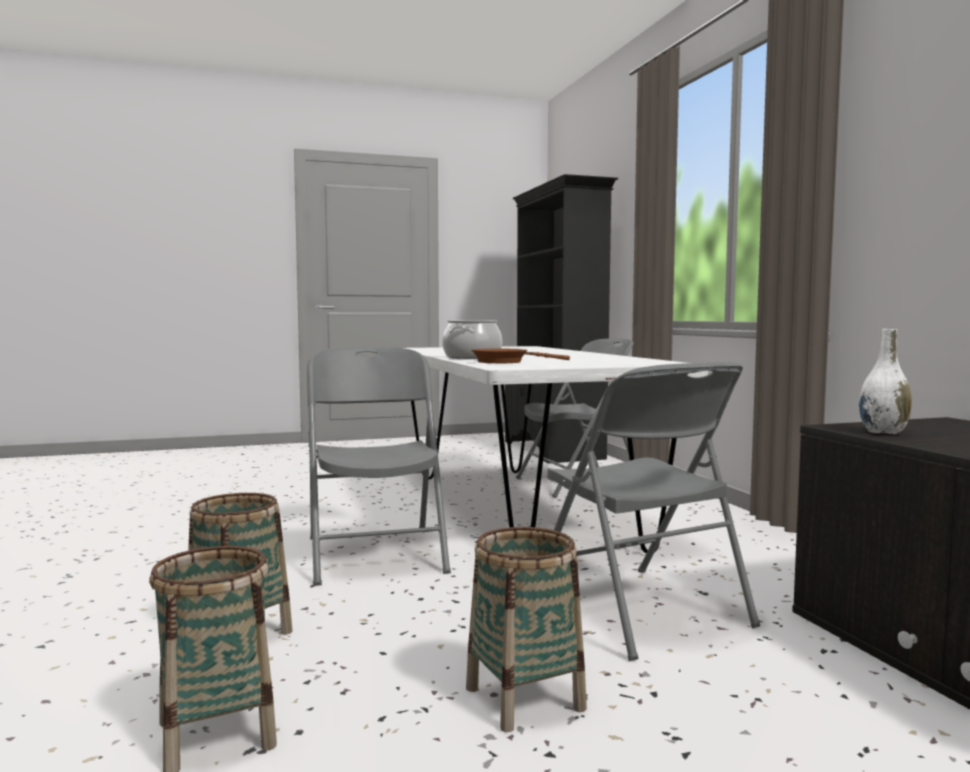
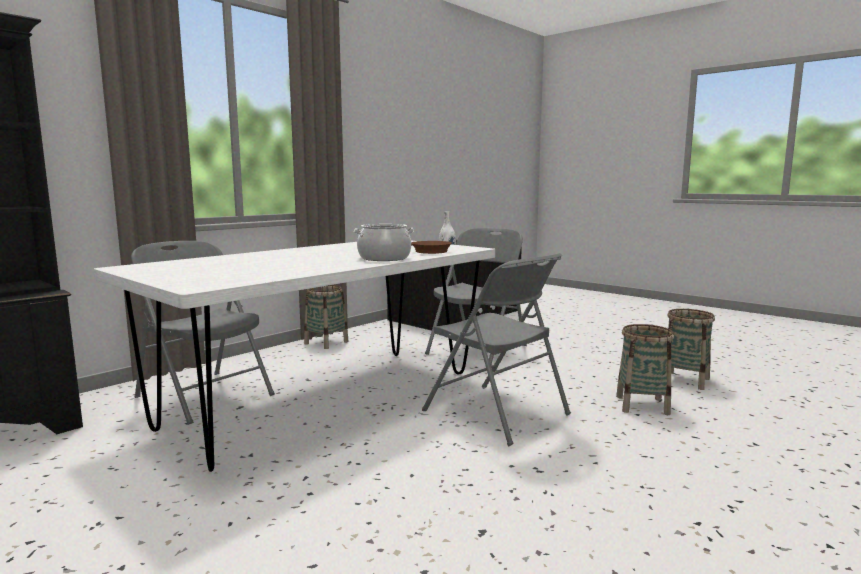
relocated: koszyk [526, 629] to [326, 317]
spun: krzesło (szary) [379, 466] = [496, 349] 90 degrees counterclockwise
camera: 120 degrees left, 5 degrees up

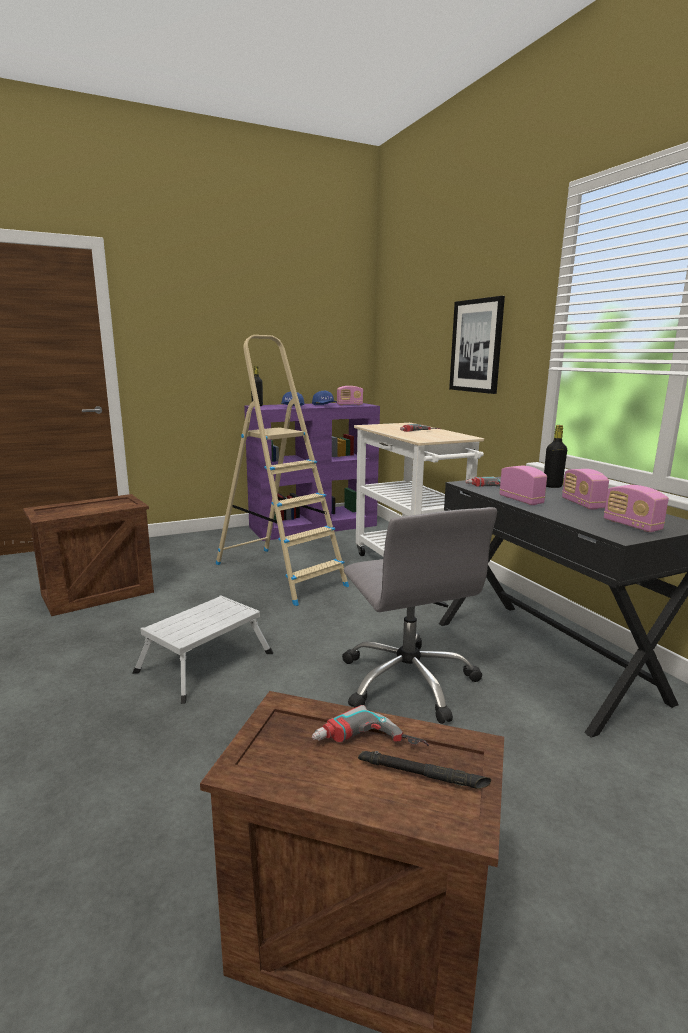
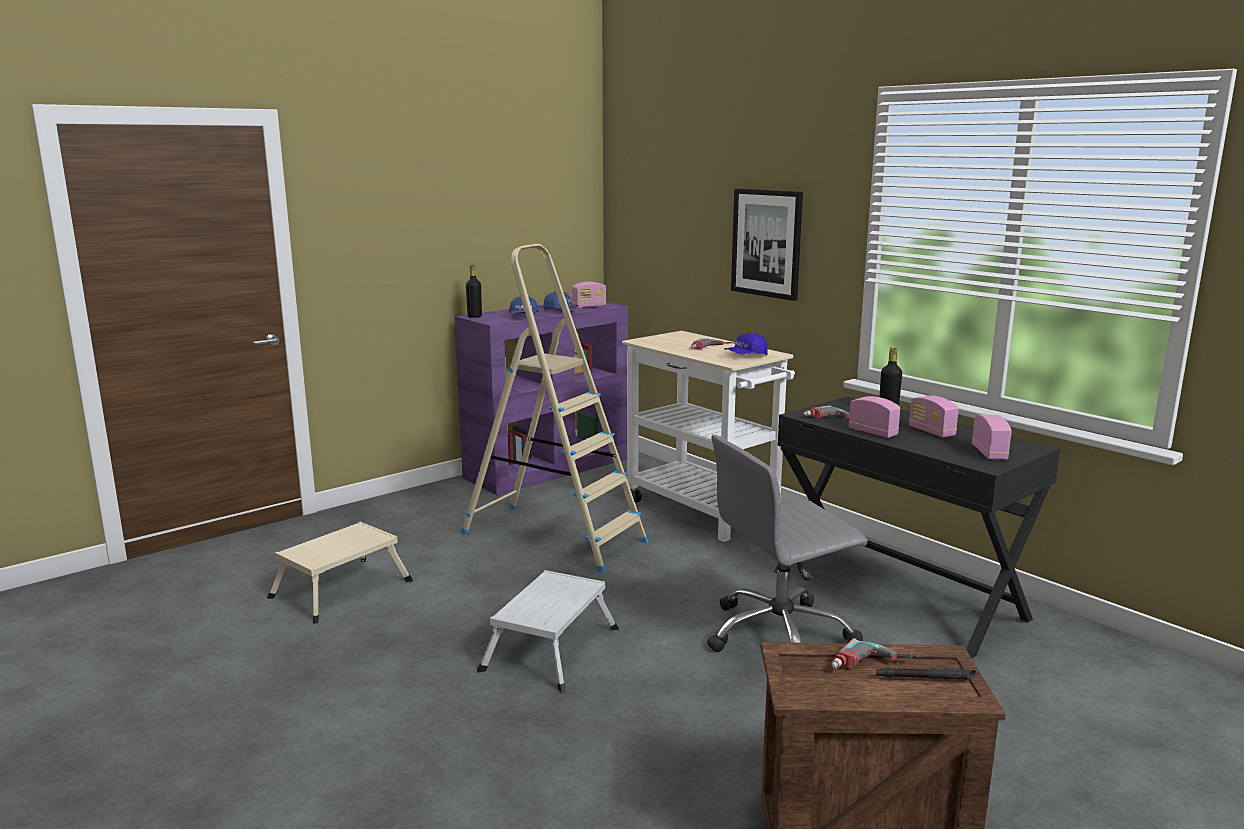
appeared: czapka z daszkiem (niebieski) [746, 344]
exchanged: skrzynka [88, 555] to drabinka (beżowy) [340, 573]
spun: krzesło biurowe (szary) [419, 615] = [787, 543] 105 degrees clockwise; radio [636, 508] = [992, 437] 135 degrees counterclockwise
camera: 15 degrees left, 0 degrees up

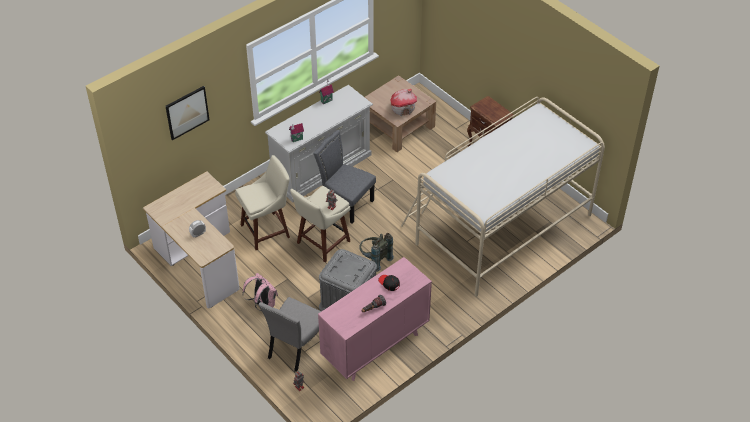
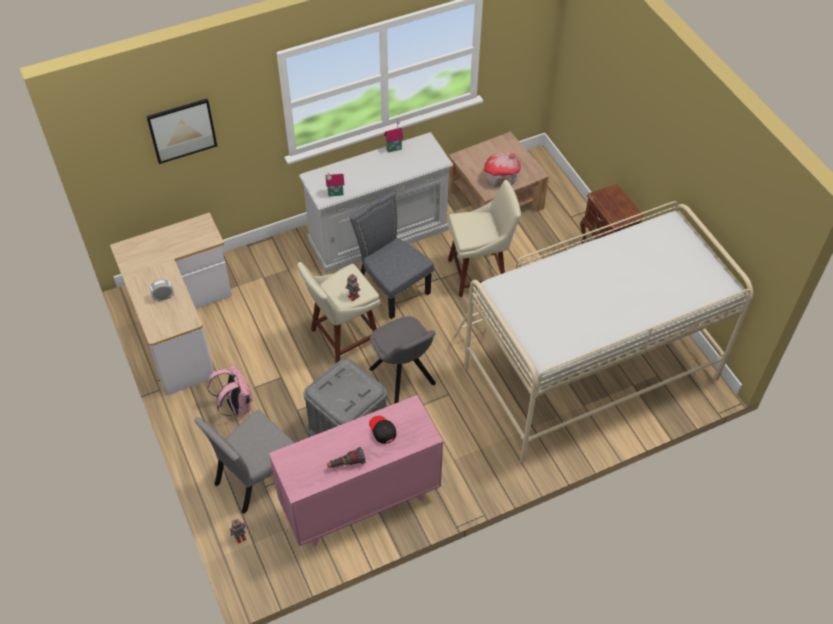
relocated: stołek (beżowy) [262, 202] to [484, 238]
exchanged: plecak (szary) [376, 252] to krzesło (szary) [402, 360]
camera: 15 degrees right, 5 degrees up

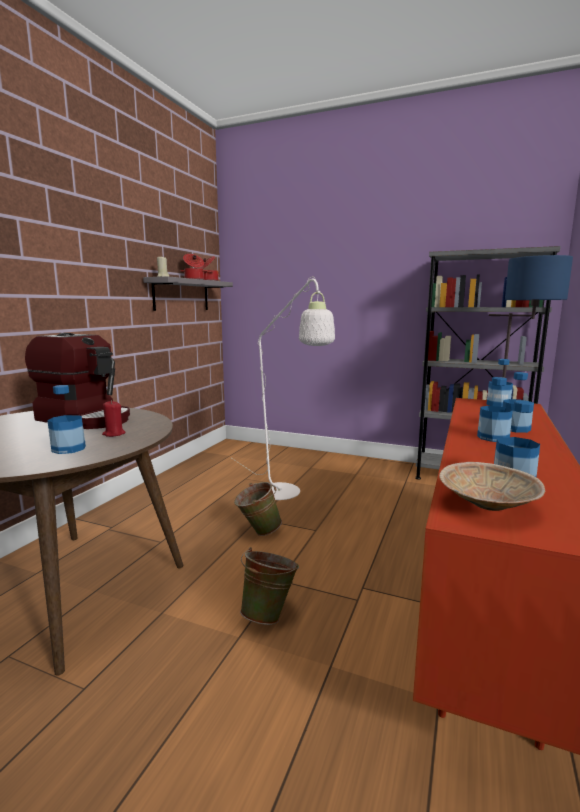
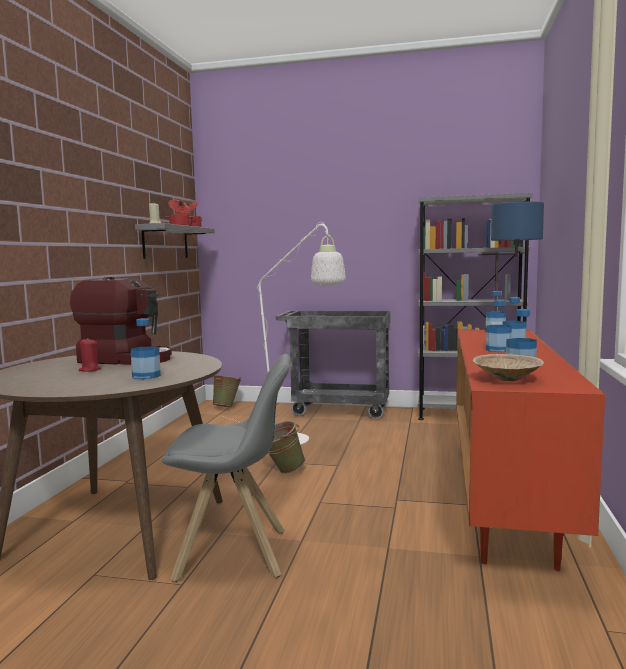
appeared: krzesło (szary) [226, 468]; wózek (szary) [333, 365]
relocated: świeca (czerwony) [114, 418] to [90, 355]; wiadro (zielony) [269, 586] to [227, 391]
camera: 10 degrees left, 5 degrees down

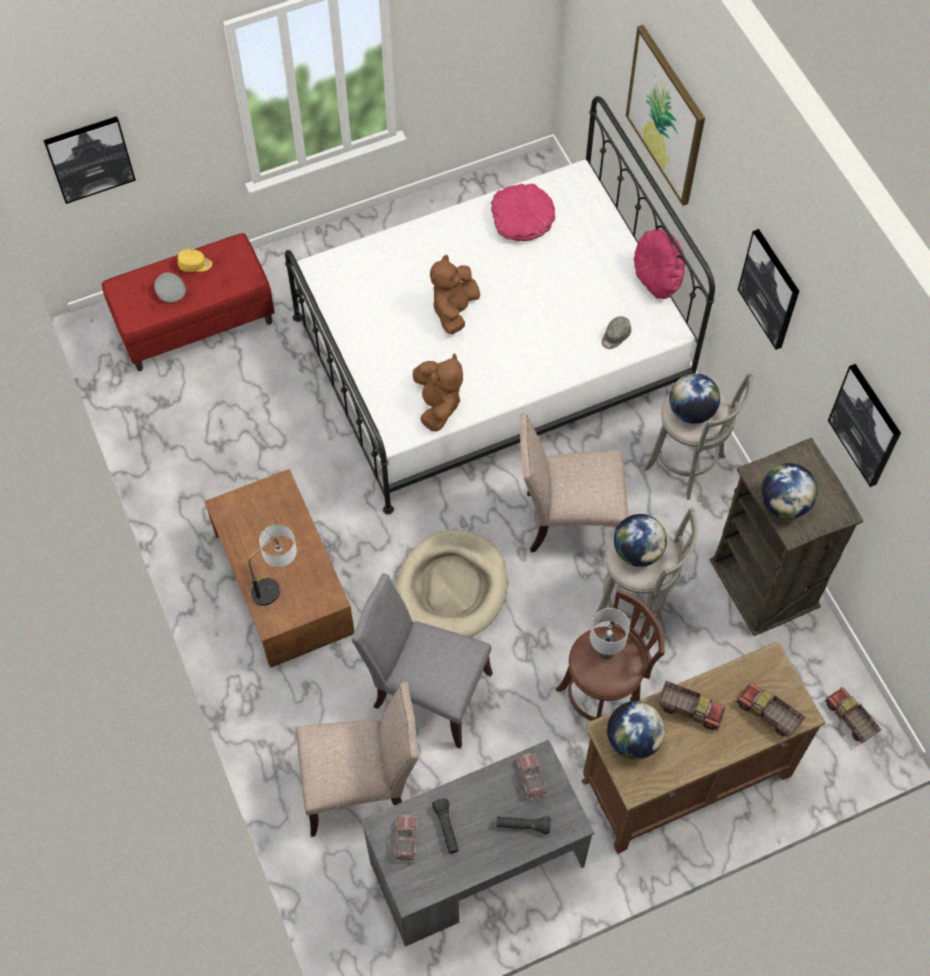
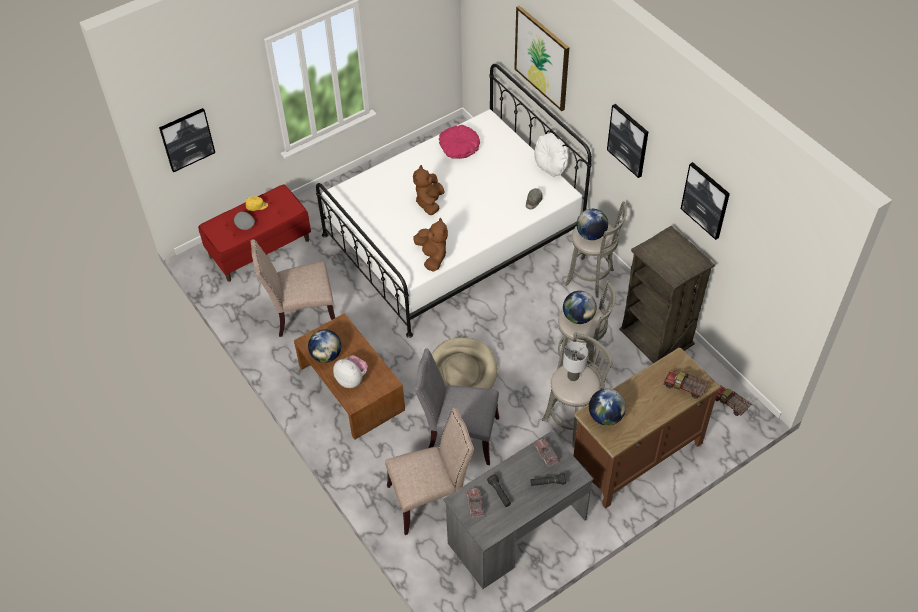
missing: ciężarówka zabawkowa [692, 705]
relocated: krzesło (beżowy) [574, 482] to [293, 288]; globus [789, 491] to [324, 346]
exchanged: lampa stołowa [273, 565] to pluszak [350, 371]
colour: stołek (brązowy) [610, 655] to stołek (szary) [577, 389]; poduszka (różowy) [659, 264] to poduszka (biały) [551, 155]
camera: 10 degrees left, 10 degrees down

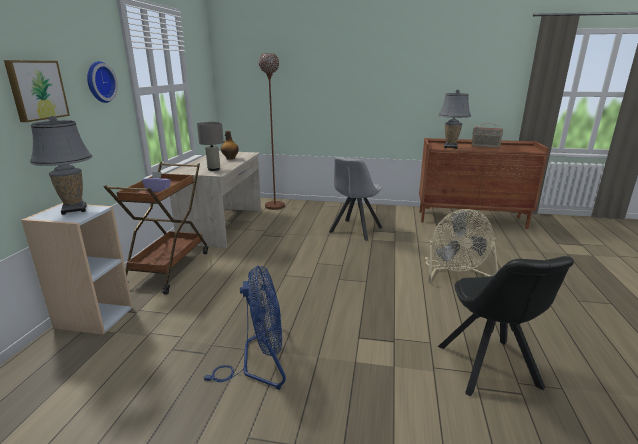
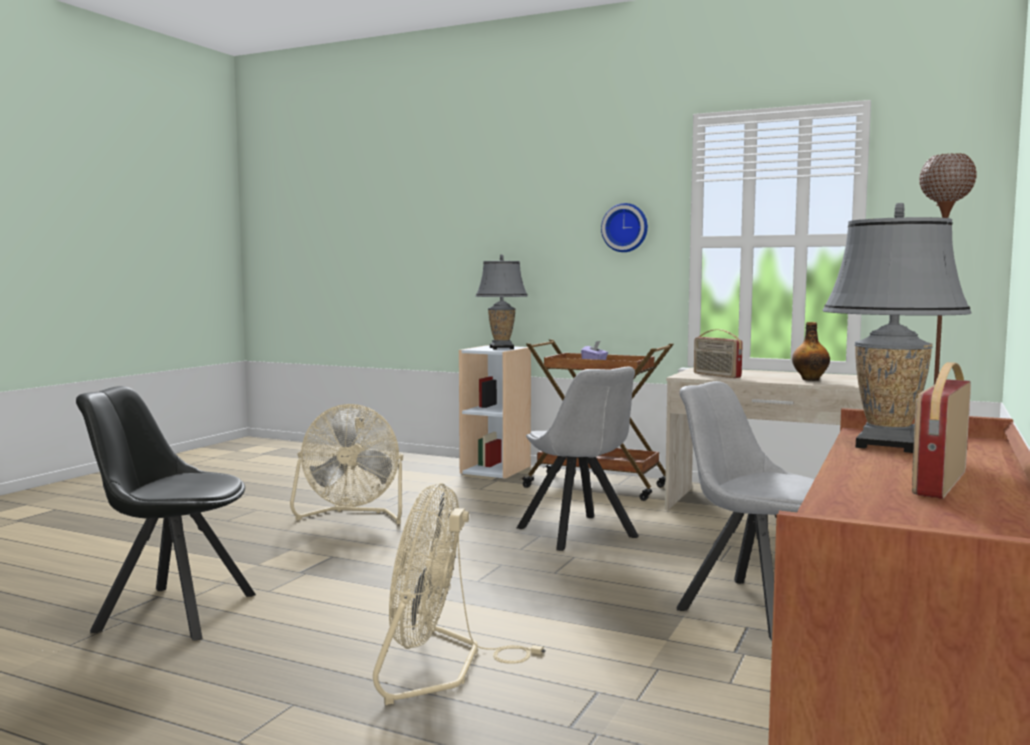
missing: obraz [37, 91]
appeared: krzesło (szary) [577, 459]
exchanged: lampa stołowa (szary) [210, 146] to radio [718, 353]
colour: wentylator (niebieski) [244, 328] to wentylator (beżowy) [346, 464]
camera: 105 degrees right, 15 degrees down

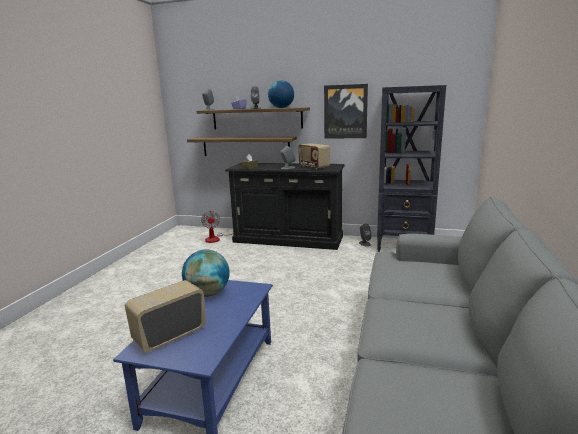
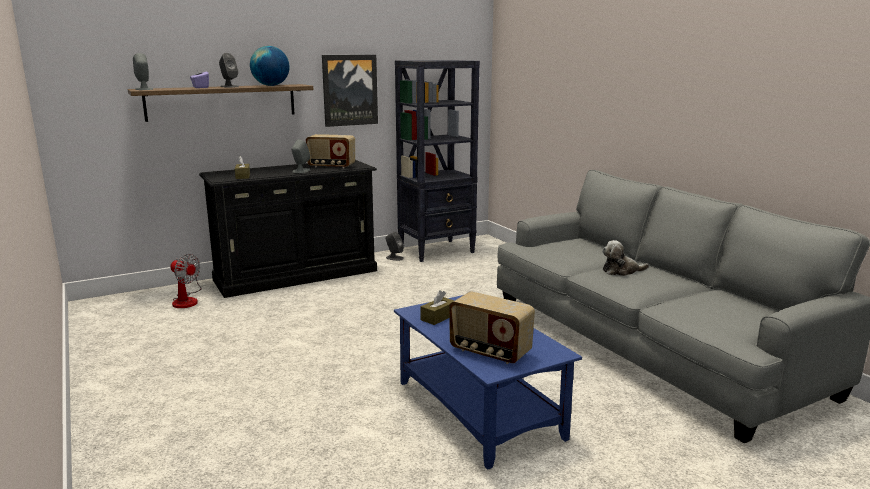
missing: półka [242, 146]
appeared: pluszak [625, 258]
exchanged: globus [206, 273] to pudełko chusteczek (brązowy) [437, 307]
spun: radio [165, 316] = [492, 327] 60 degrees counterclockwise
camera: 45 degrees left, 0 degrees up

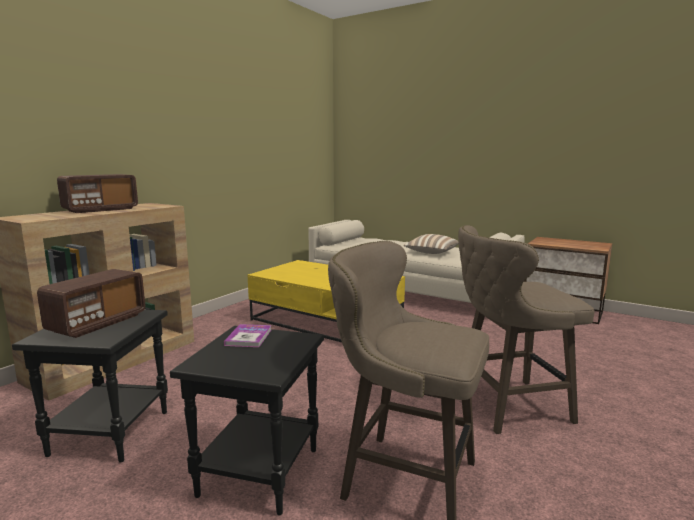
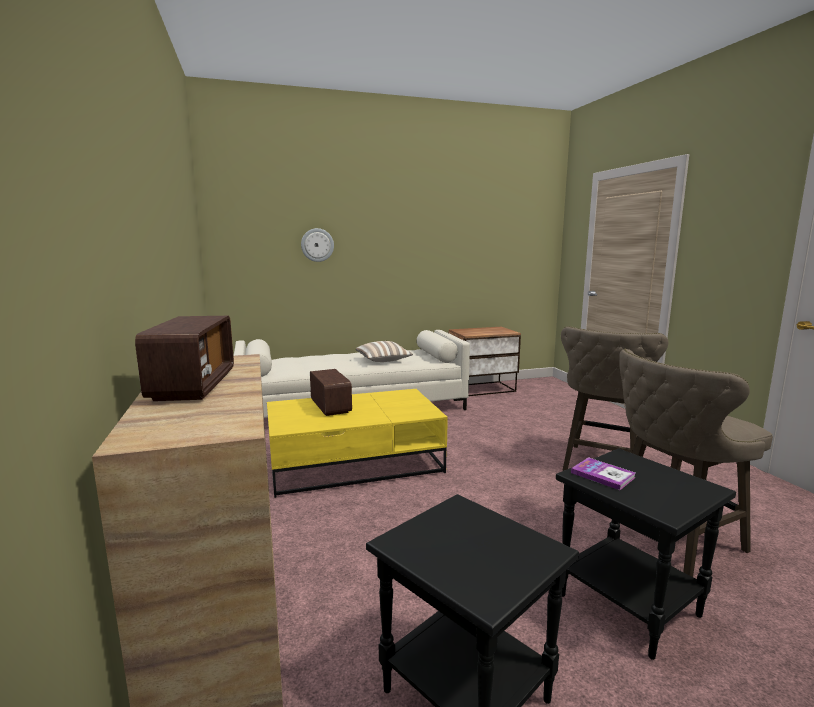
appeared: zegar ścienny [317, 245]
relocated: radio [91, 303] to [331, 392]
camera: 50 degrees left, 0 degrees up

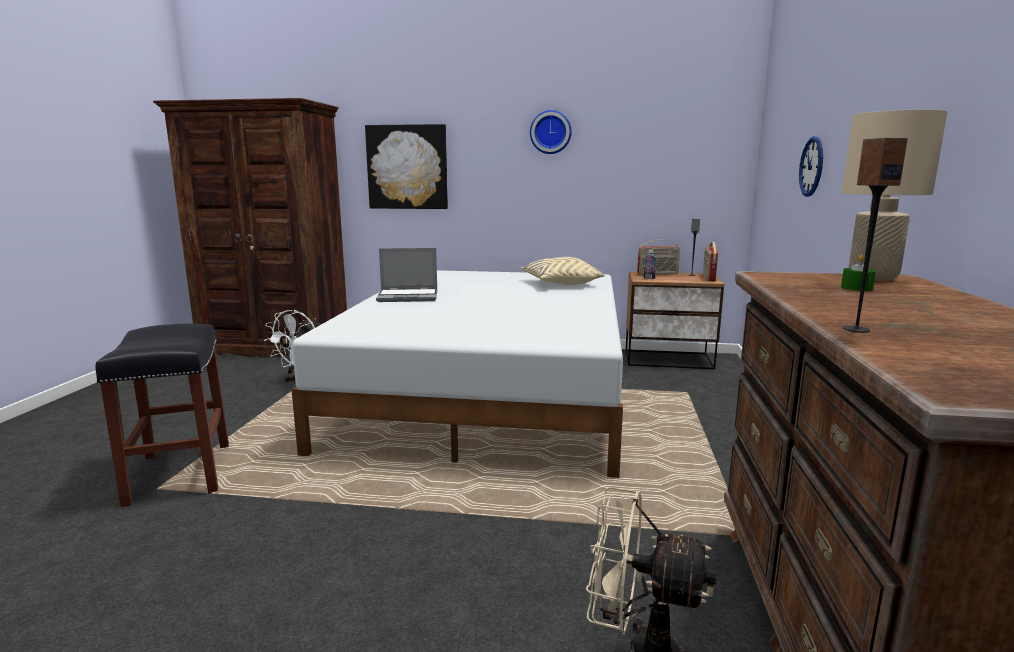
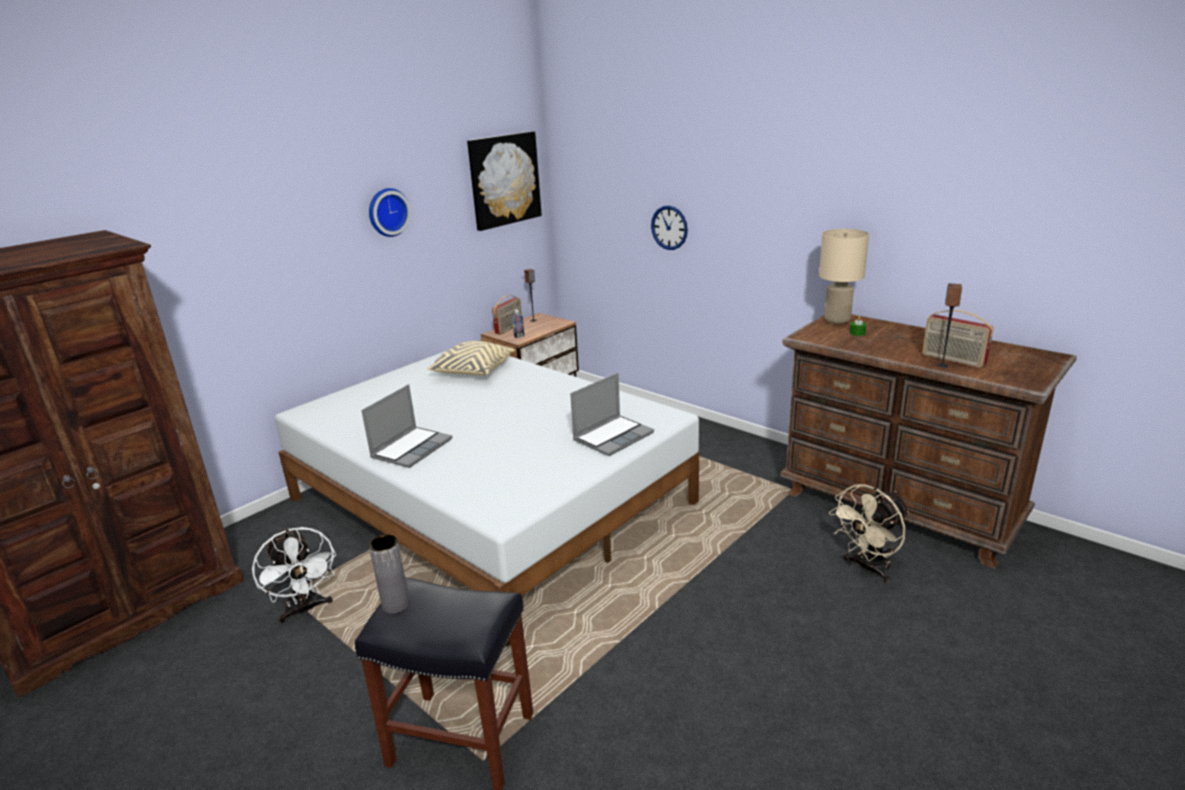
appeared: wazon (szary) [389, 574]; laptop [612, 414]
relocated: obraz [406, 166] to [504, 181]; radio [710, 261] to [957, 339]
camera: 55 degrees left, 10 degrees up

